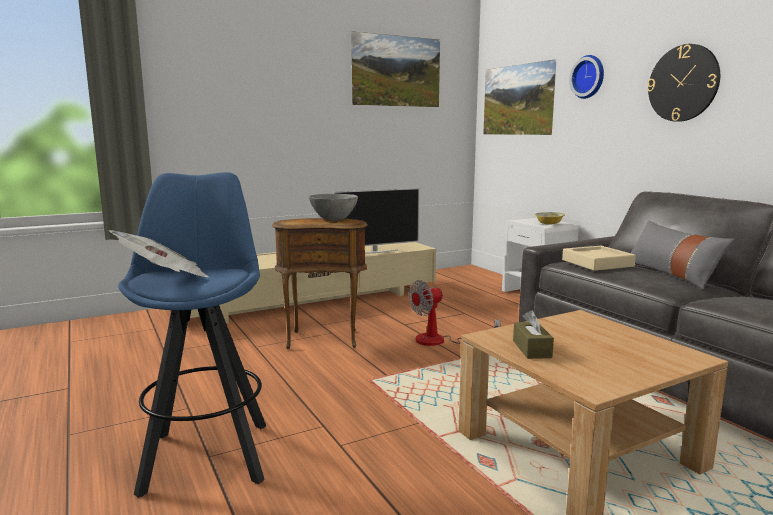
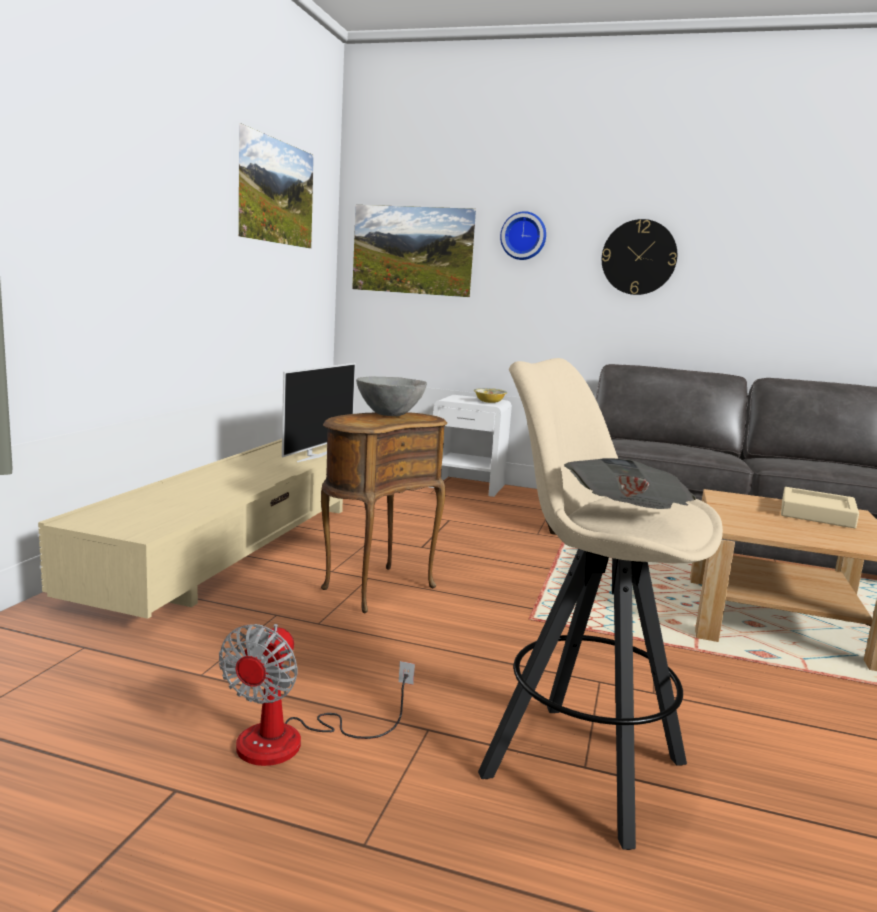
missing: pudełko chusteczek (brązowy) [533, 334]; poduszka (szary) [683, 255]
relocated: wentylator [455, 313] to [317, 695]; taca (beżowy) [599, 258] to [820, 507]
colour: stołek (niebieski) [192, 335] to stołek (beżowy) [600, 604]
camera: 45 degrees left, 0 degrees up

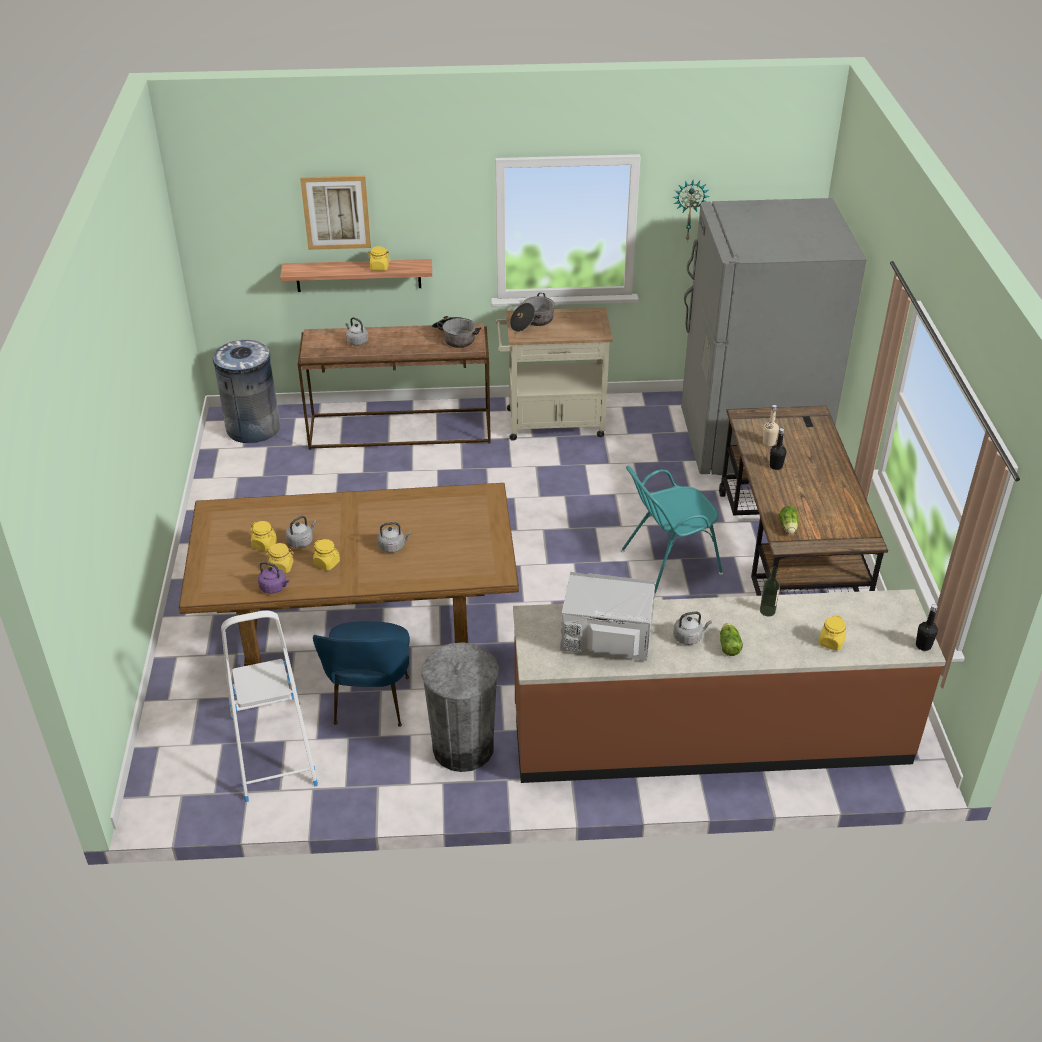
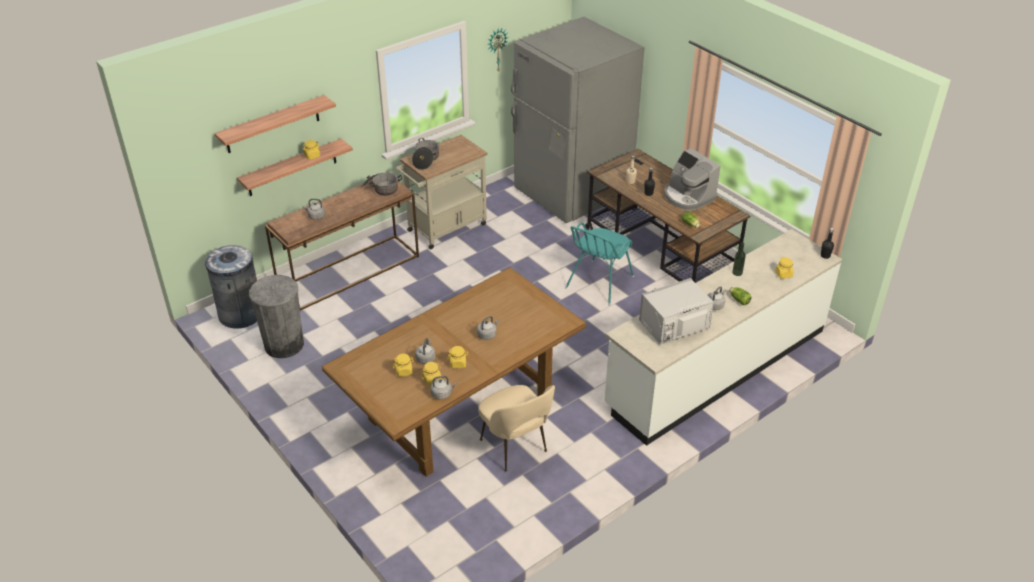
missing: drabinka (biały) [269, 706]
appeared: ekspres do kawy [692, 179]
relocated: kosz na śmieci (szary) [460, 707] to [276, 316]
exchanged: obraz [335, 213] to półka [275, 124]
colour: czajnik (fioletowy) [274, 578] to czajnik (szary) [443, 387]; krzesło (niebieski) [361, 674] to krzesło (beżowy) [516, 428]; zabudowa kuchenna (brązowy) [729, 686] to zabudowa kuchenna (biały) [723, 337]
camera: 35 degrees left, 0 degrees up

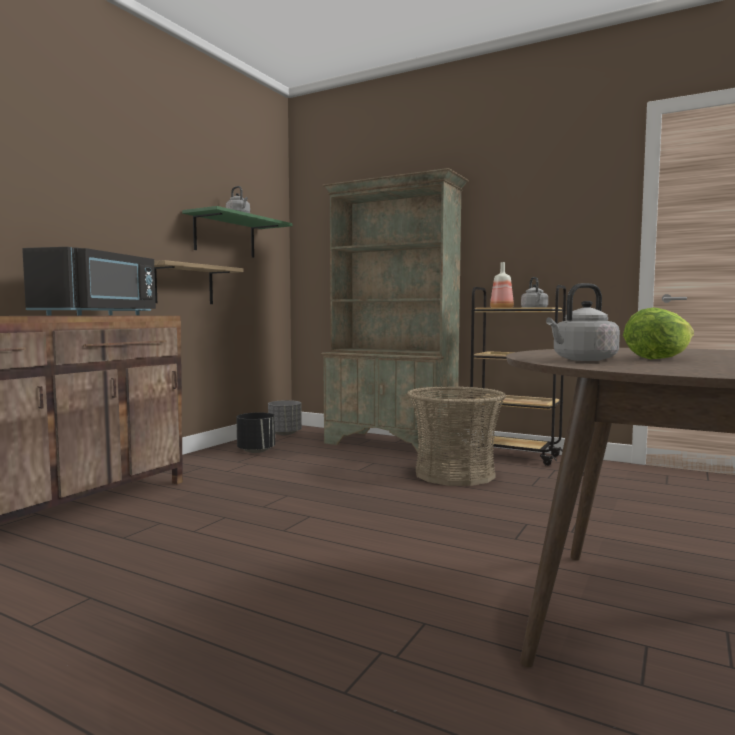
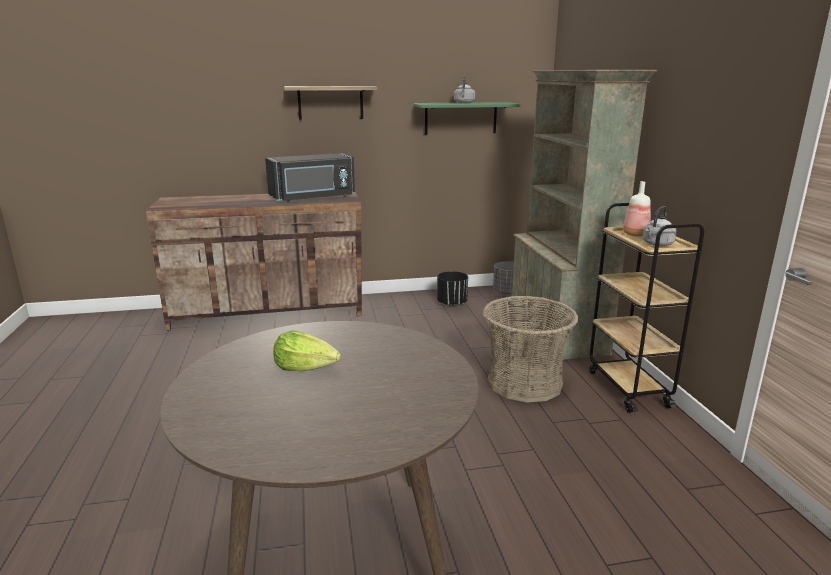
missing: czajnik (szary) [583, 322]
relocated: półka [199, 282] to [331, 103]
camera: 50 degrees right, 15 degrees up

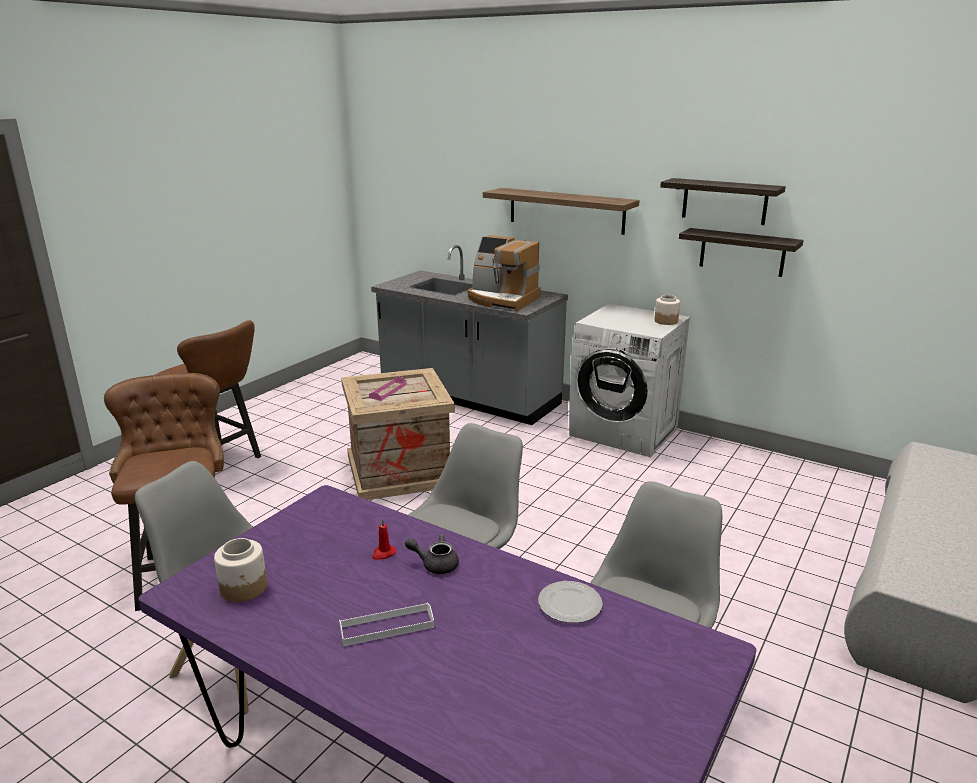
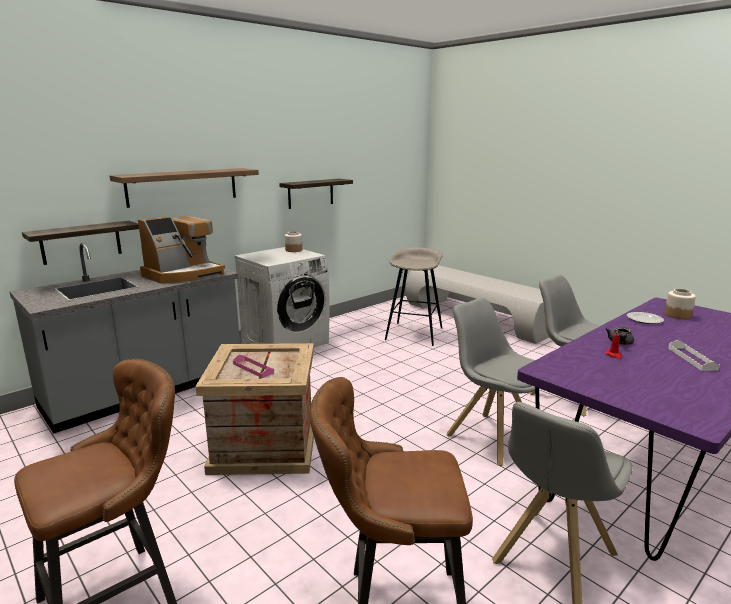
appeared: stołek (szary) [414, 296]
relocated: słoik [240, 570] to [680, 304]; półka [723, 201] to [80, 243]
camera: 75 degrees left, 5 degrees down

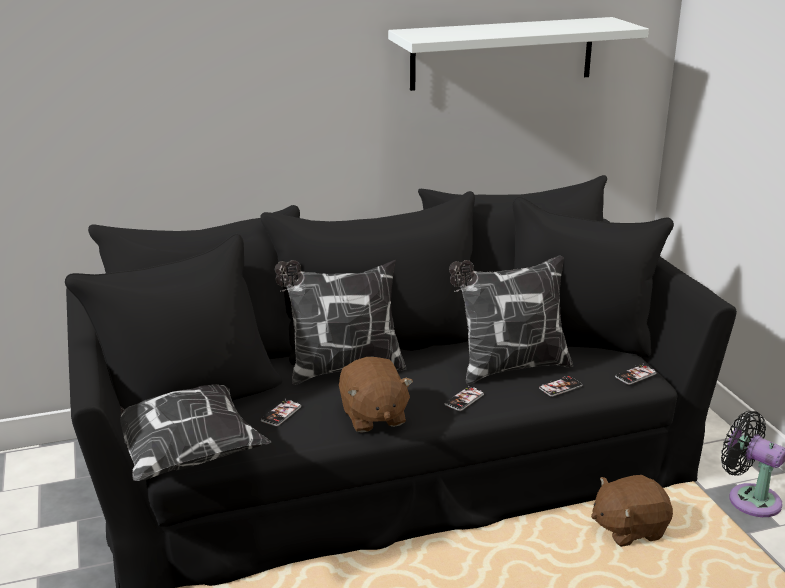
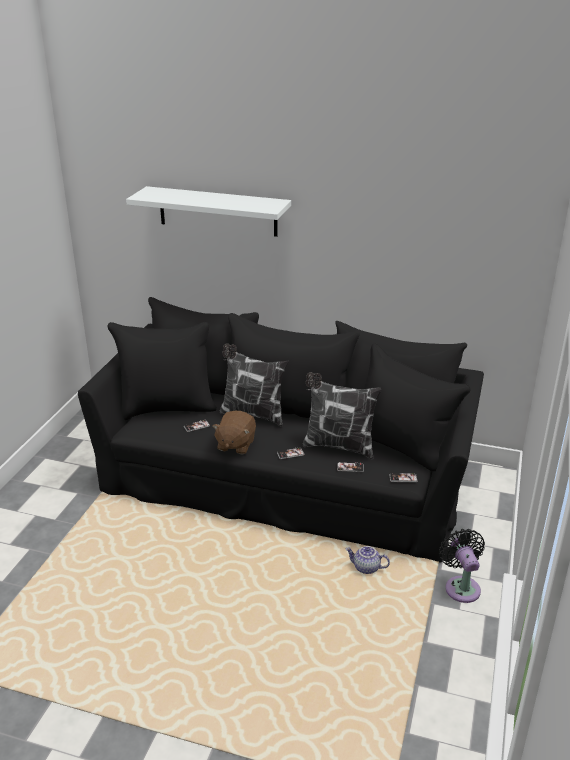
missing: poduszka [196, 432]
relocated: półka (biały) [518, 54] to [208, 211]
exchanged: pluszak (brązowy) [632, 511] to imbryk [368, 560]
camera: 35 degrees right, 5 degrees up

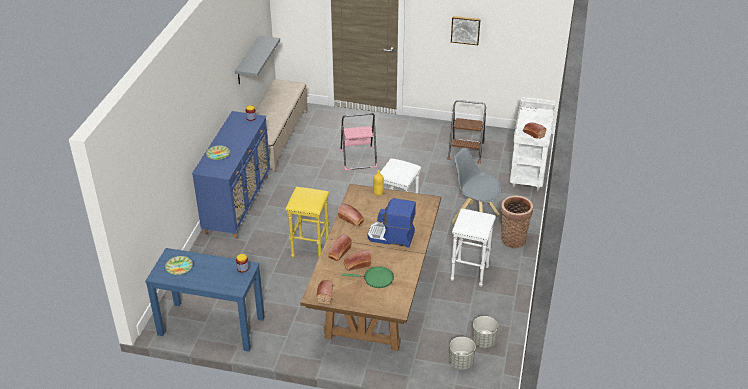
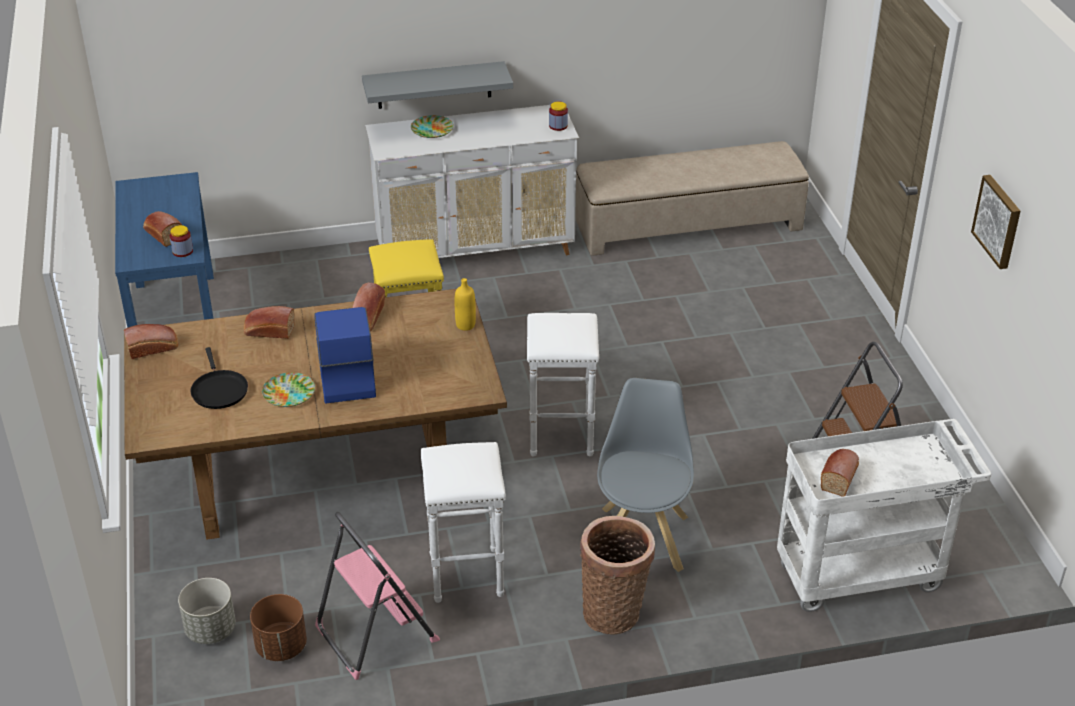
relocated: talerz [179, 265] to [288, 389]; półka (szary) [257, 60] to [437, 85]; drabinka (różowy) [358, 141] to [377, 596]; chleb [357, 260] to [162, 229]
colour: szafka (niebieski) [231, 175] to szafka (biały) [472, 181]; patelnia (zielony) [368, 277] to patelnia (czarny) [219, 378]; donica (szary) [485, 332] to donica (brązowy) [278, 627]
camera: 65 degrees right, 0 degrees up

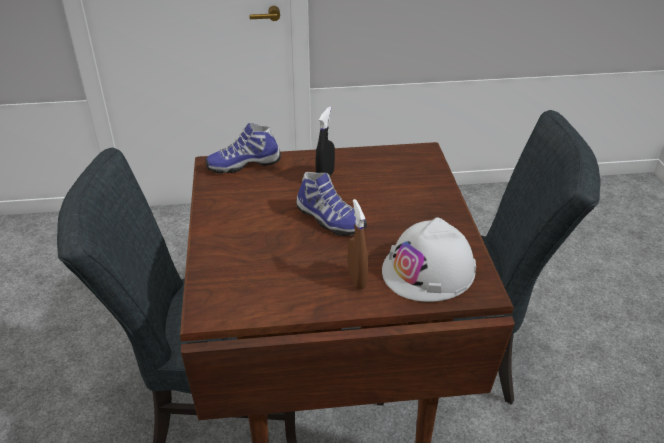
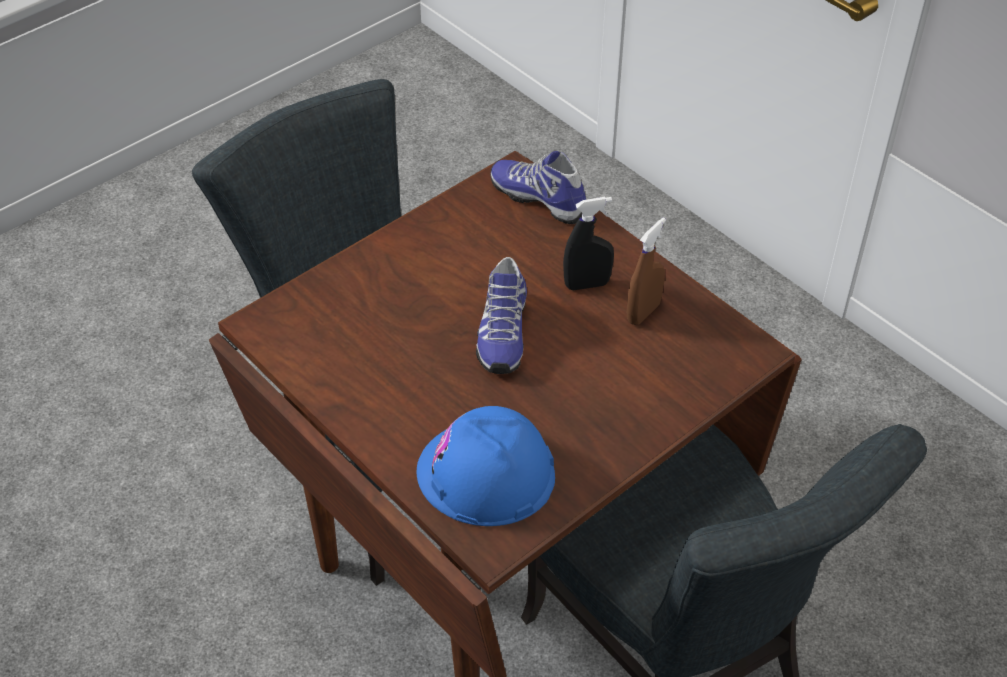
relocated: spryskiwacz (brązowy) [358, 244] to [646, 271]
colour: kask (biały) [429, 259] to kask (niebieski) [486, 466]
camera: 55 degrees right, 10 degrees up

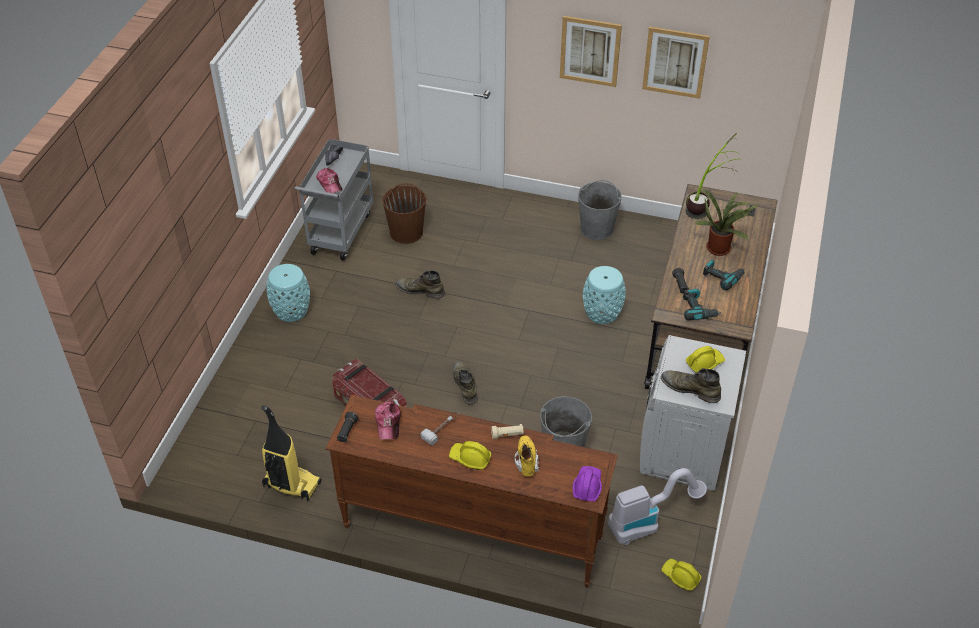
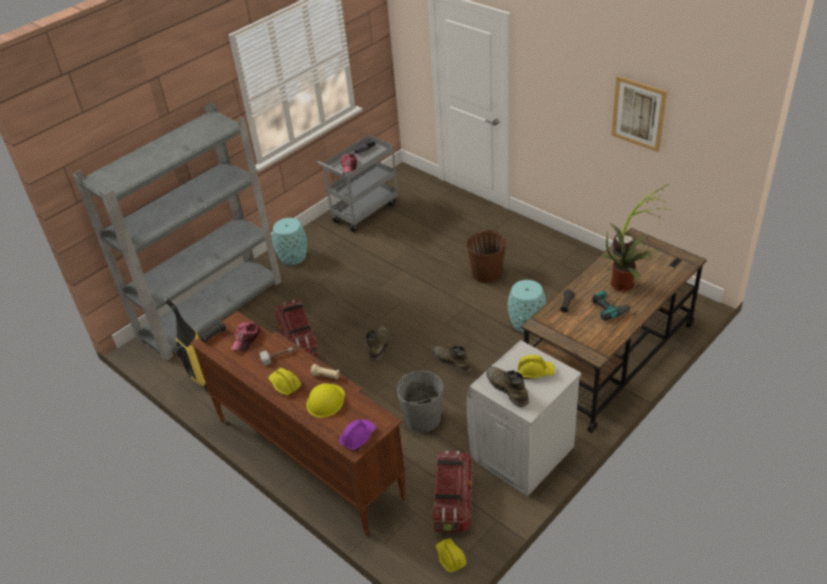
missing: obraz [591, 51]; wiadro (szary) [600, 210]; wiertarka [702, 305]
appeared: regał (szary) [177, 232]
relocated: wiadro (brązowy) [404, 213] to [486, 256]; but z cholewką (zielony) [420, 284] to [452, 359]
exchanged: but z cholewką (żółty) [527, 456] to kask (żółty) [325, 400]; odkurzacz [657, 506] to pojemnik do przechowywania [453, 491]
camera: 30 degrees right, 5 degrees down

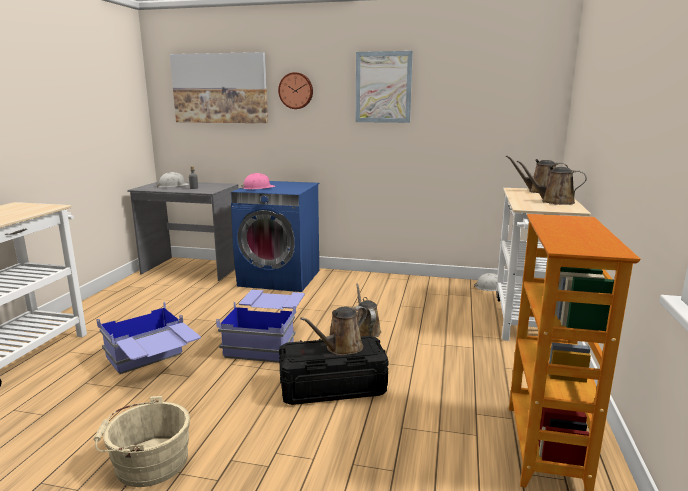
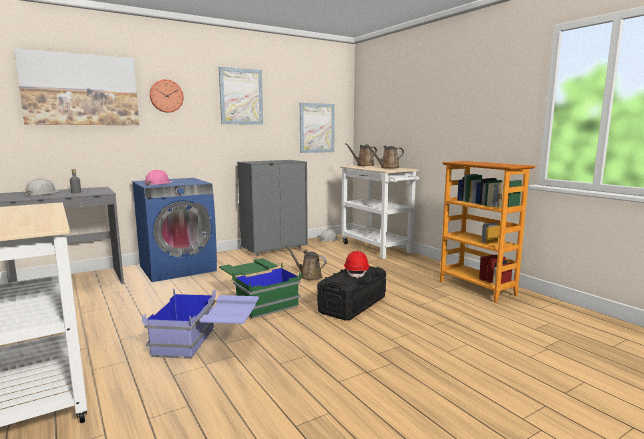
missing: wiadro (beżowy) [142, 441]
appeared: szafka (szary) [272, 208]; obraz [317, 128]
exchanged: konewka (brązowy) [333, 330] to kask (czerwony) [357, 264]
colour: pojemnik do przechowywania (niebieski) [260, 326] to pojemnik do przechowywania (zielony) [260, 288]
camera: 45 degrees left, 5 degrees down

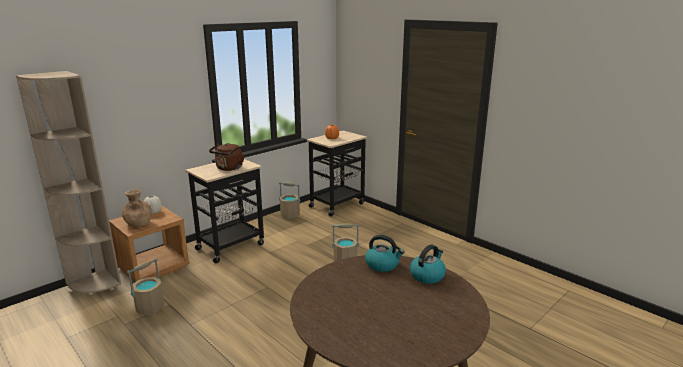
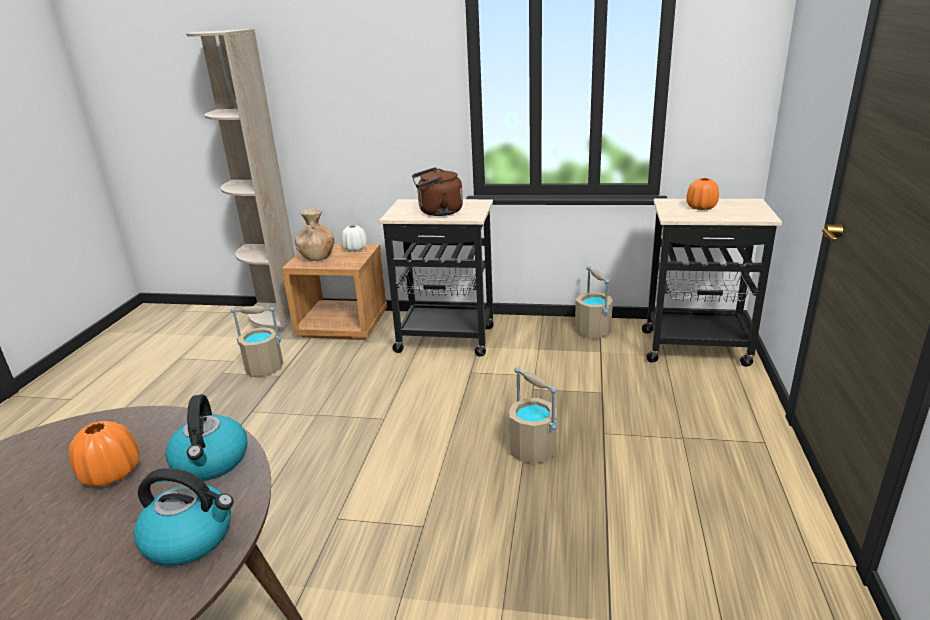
appeared: wazon (pomarańczowy) [104, 454]
camera: 55 degrees right, 5 degrees up

